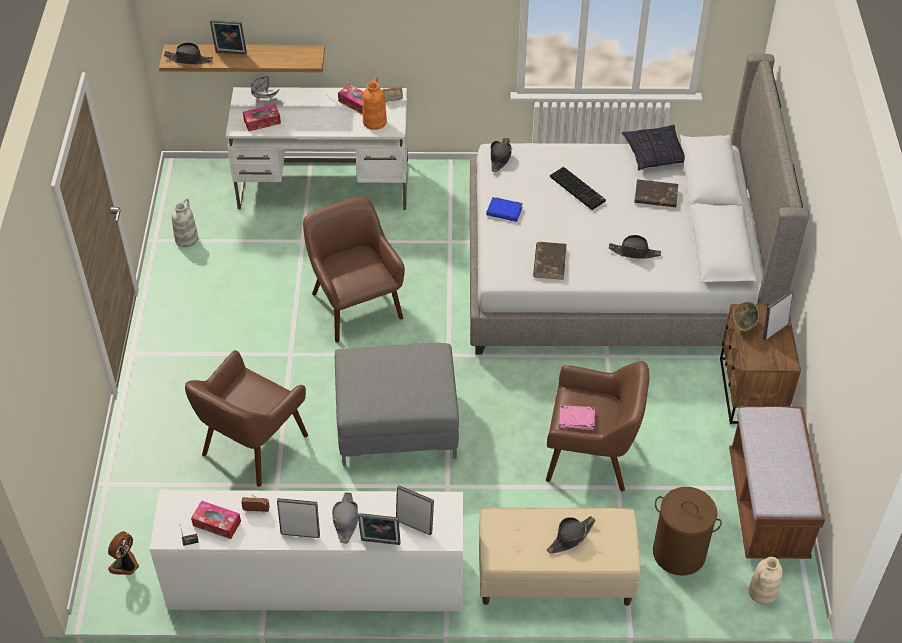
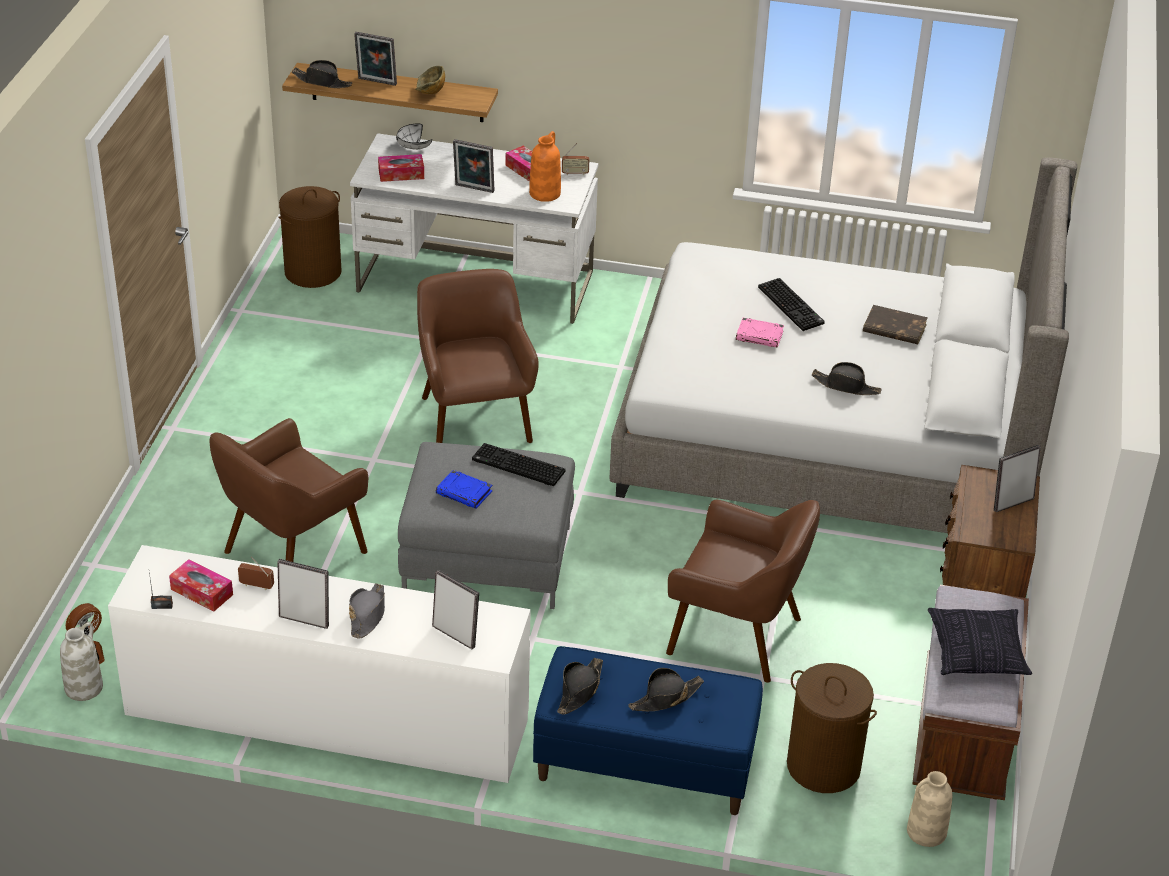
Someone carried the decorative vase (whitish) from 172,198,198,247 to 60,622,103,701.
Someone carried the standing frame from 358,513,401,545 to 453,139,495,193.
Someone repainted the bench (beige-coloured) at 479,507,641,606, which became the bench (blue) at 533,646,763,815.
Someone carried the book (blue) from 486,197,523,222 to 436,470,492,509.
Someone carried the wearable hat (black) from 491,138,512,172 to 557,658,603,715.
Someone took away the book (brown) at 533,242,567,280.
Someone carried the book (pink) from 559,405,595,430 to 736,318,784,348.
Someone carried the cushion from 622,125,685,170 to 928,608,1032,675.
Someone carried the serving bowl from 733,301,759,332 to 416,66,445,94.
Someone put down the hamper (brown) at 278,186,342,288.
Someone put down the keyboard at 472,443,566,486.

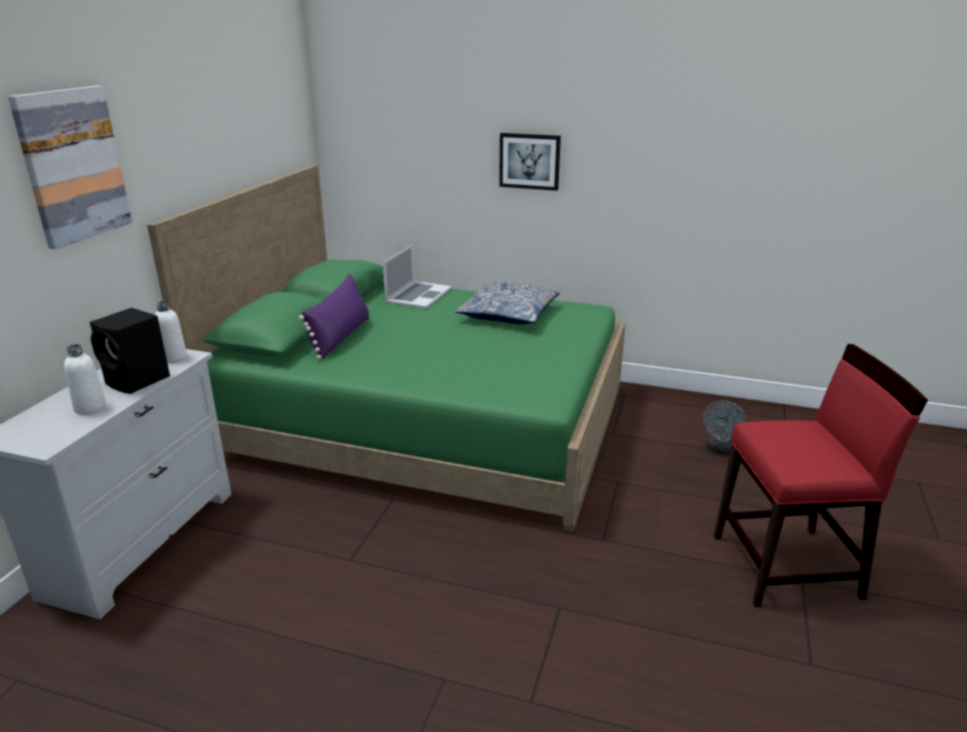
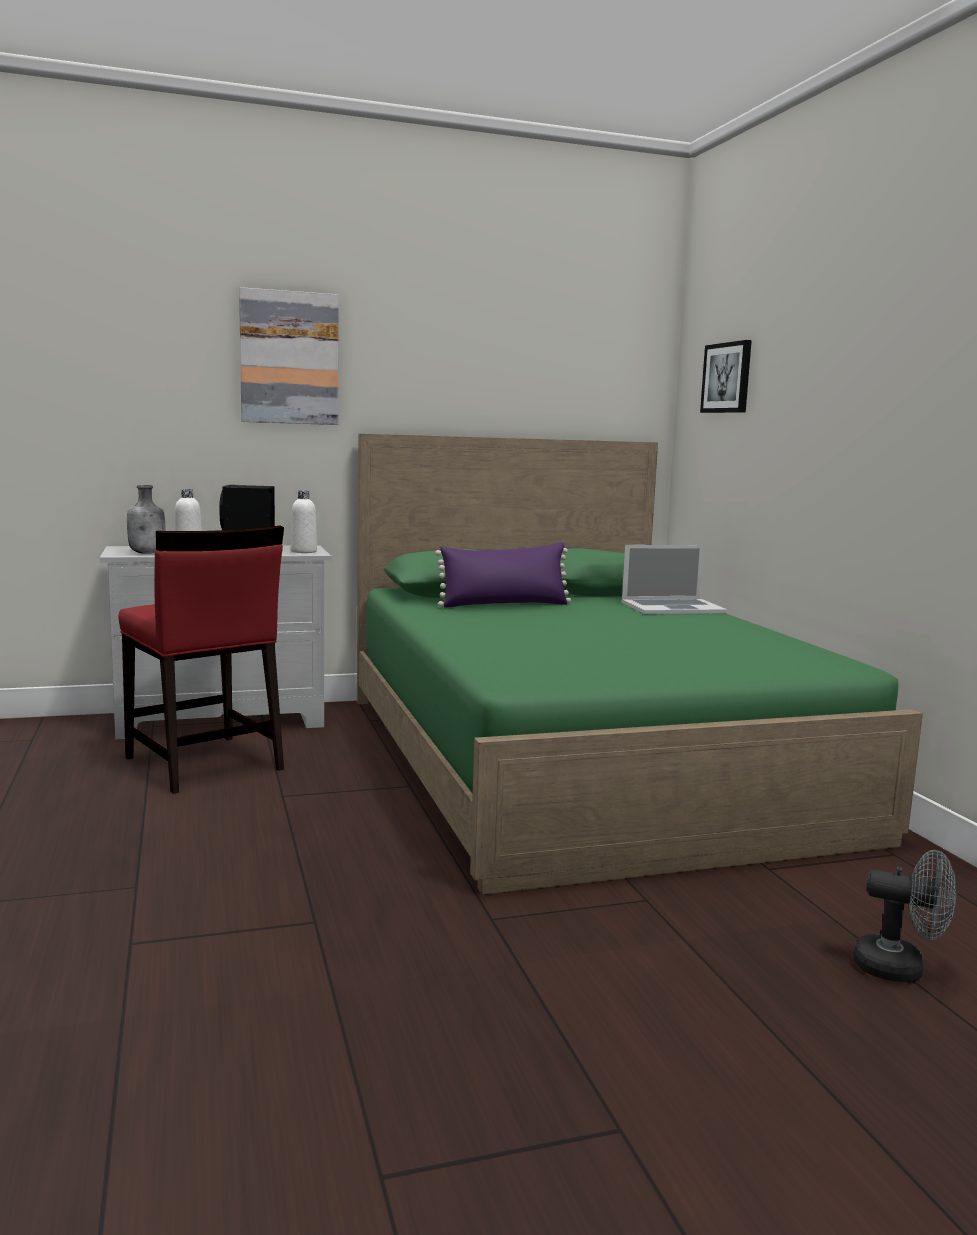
Someone took away the cushion at 455,281,560,324.
Someone carried the wall art from 499,133,561,191 to 700,340,752,413.
Someone rotated the fan (gray) at 703,400,746,455 by 150 degrees counterclockwise.
Someone carried the chair (reddish) from 714,344,928,607 to 119,526,284,794.
Someone put down the beverage bottle (gray) at 127,485,165,554.

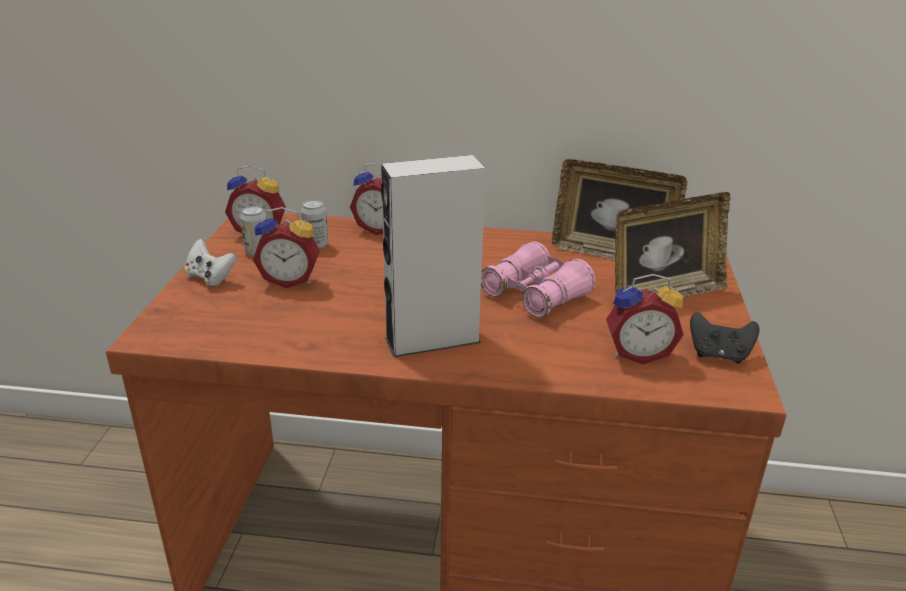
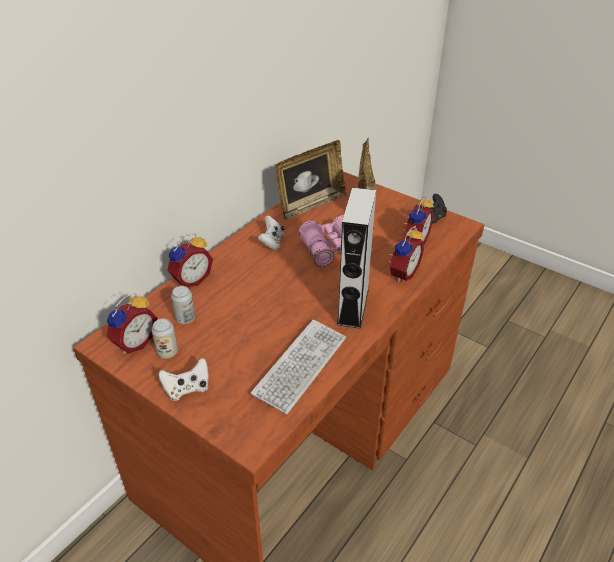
Someone carried the bedside clock from 253,207,320,288 to 389,225,424,282.
Someone put down the keyboard at 251,320,346,415.
Someone put down the gamepad (whitish) at 258,216,285,250.

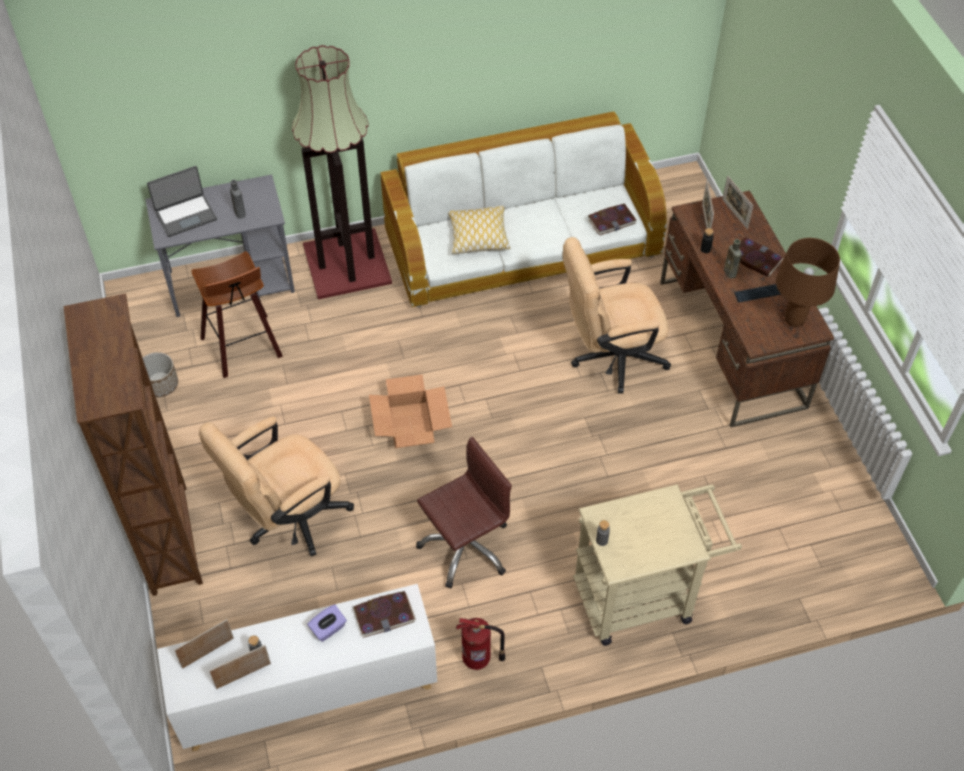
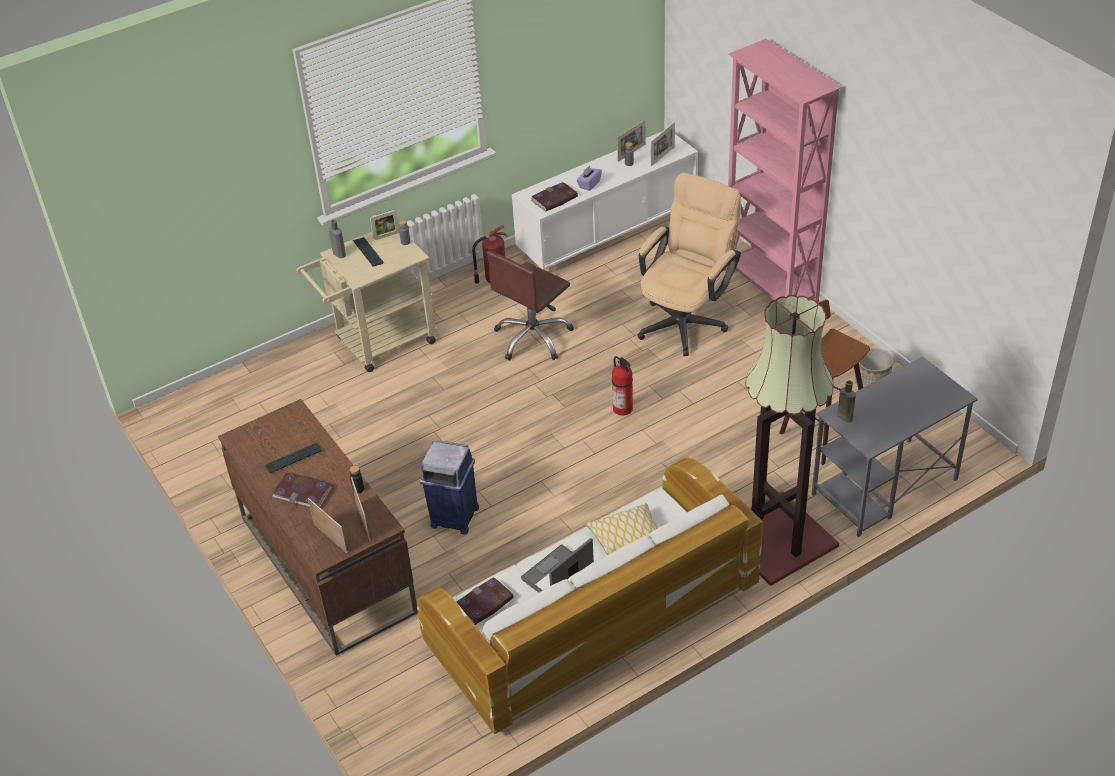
Someone repainted the bookshelf (brown) at 63,293,203,596, which became the bookshelf (pink) at 728,39,842,302.
Someone carried the notebook computer from 147,166,217,237 to 521,538,594,593.
Someone carried the beverage bottle (gray) from 230,180,246,219 to 329,219,346,258.
Someone swapped the packing box at 369,375,452,448 for the fire-fighting cylinder at 612,356,633,416.
Someone swapped the office chair (beige-coloured) at 563,237,671,394 for the rubbish bin (blue) at 420,440,479,534.
Someone carried the beverage bottle (brown) from 724,239,742,279 to 837,380,856,422.
Someone took away the lamp for a table (brown) at 776,238,840,327.
Someone put down the keyboard at 353,237,384,267.
Someone put down the standing frame at 370,210,399,240.

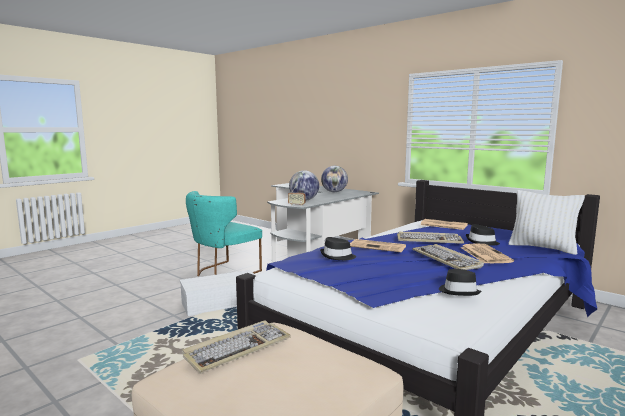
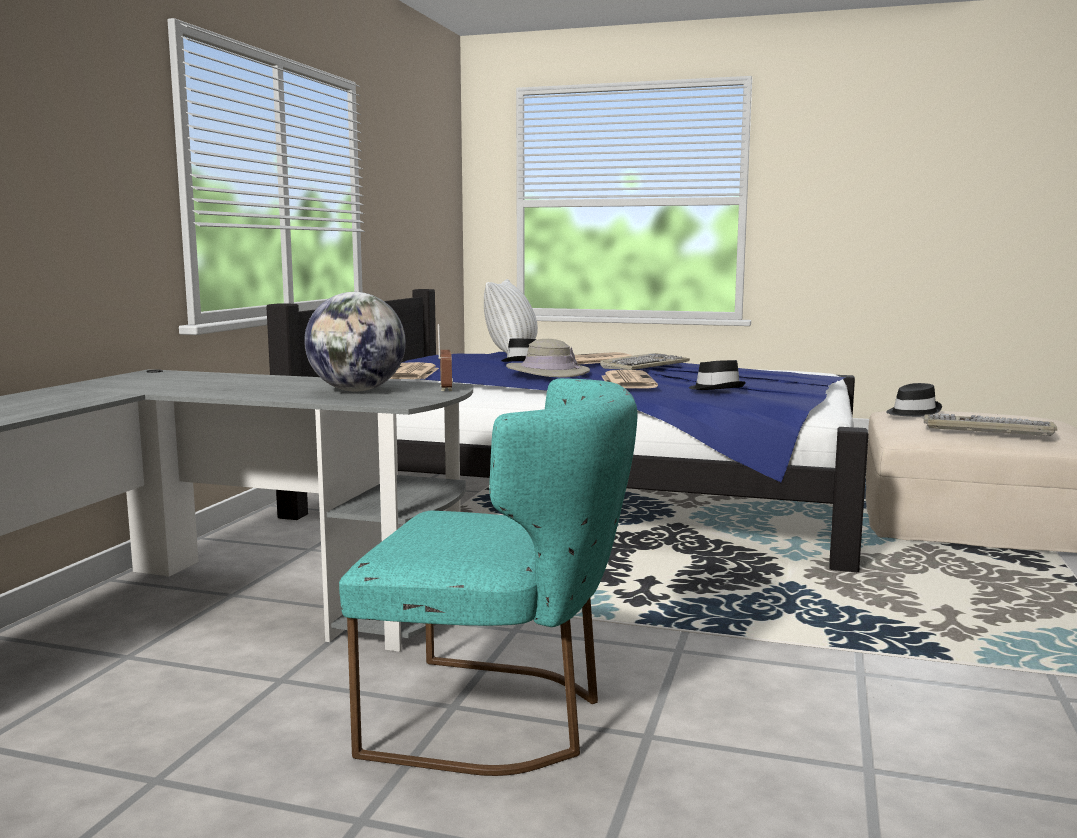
Someone took away the storage box (whitish) at 180,270,255,316.
Someone took away the desk globe at 321,166,348,192.
Someone swapped the keyboard at 397,232,464,244 for the wearable hat (beige-coloured) at 506,339,590,377.
Someone carried the wearable hat (black) from 439,269,482,296 to 886,383,942,417.

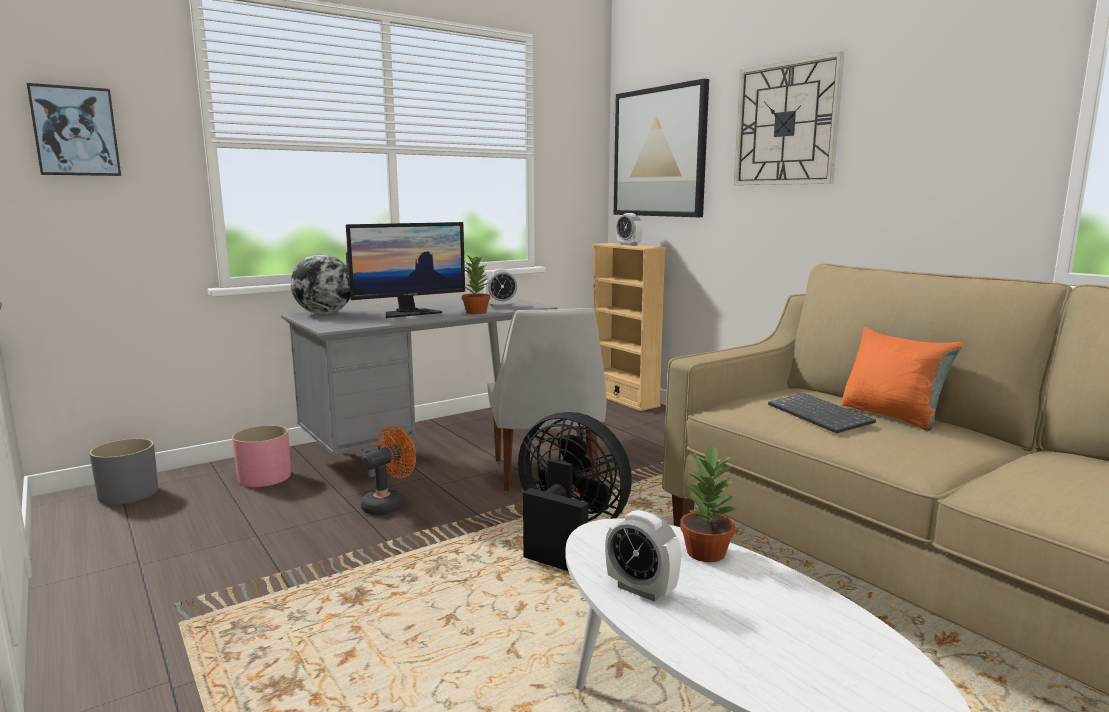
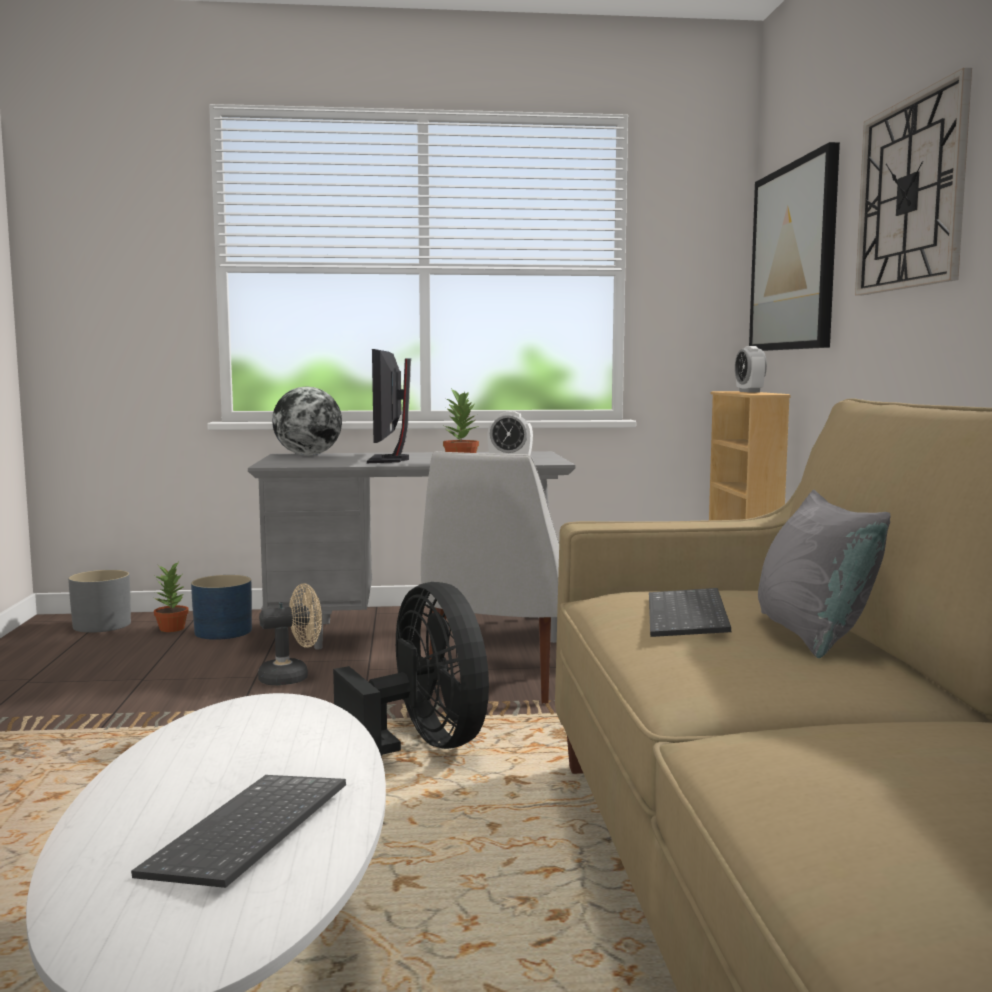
Someone took away the wall art at 27,83,121,176.
Someone repainted the planter (pink) at 232,425,291,487, which became the planter (blue) at 191,575,252,640.
Someone rotated the computer screen at 346,222,465,318 by 90 degrees clockwise.
Someone repainted the fan (orange) at 361,426,416,515, which became the fan (beige-coloured) at 258,583,322,685.
Someone took away the bedside clock at 605,510,681,602.
Someone carried the plant in a pot from 680,443,738,562 to 154,562,189,632.
Someone repainted the cushion (orange) at 840,327,963,431, which became the cushion (gray) at 758,490,891,658.
Someone put down the keyboard at 131,775,346,888.

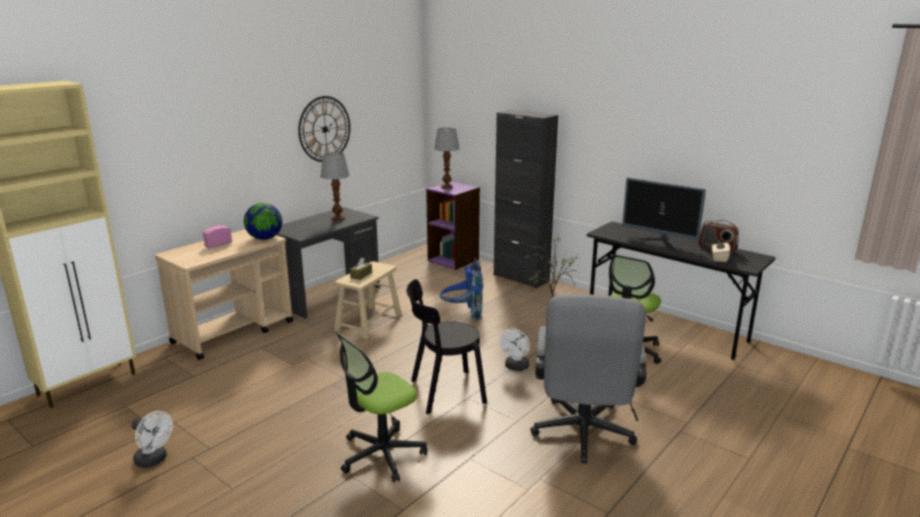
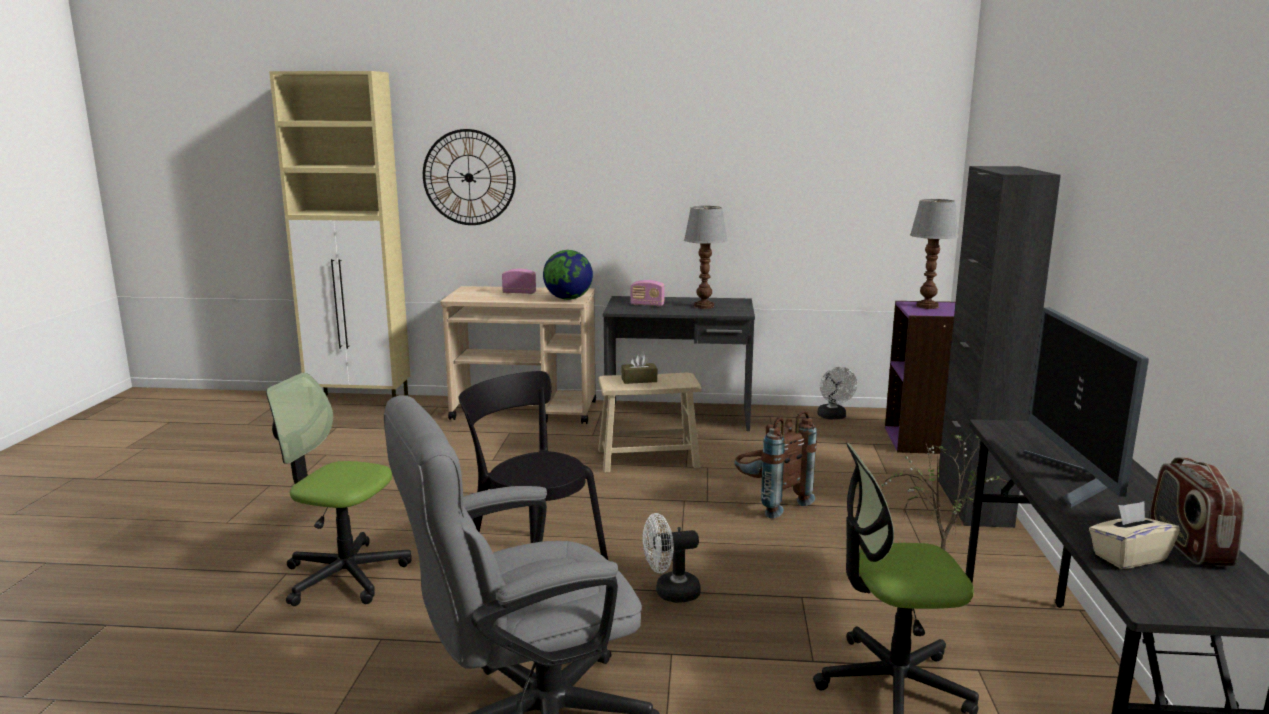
Someone carried the fan (whitish) from 132,411,173,468 to 817,367,857,419.
Someone carried the clock on the wall from 298,96,350,162 to 423,129,516,225.
Someone repainted the rucksack (blue) at 440,258,483,321, which became the rucksack (brown) at 734,410,817,518.
Someone put down the radio set at 630,280,665,306.

